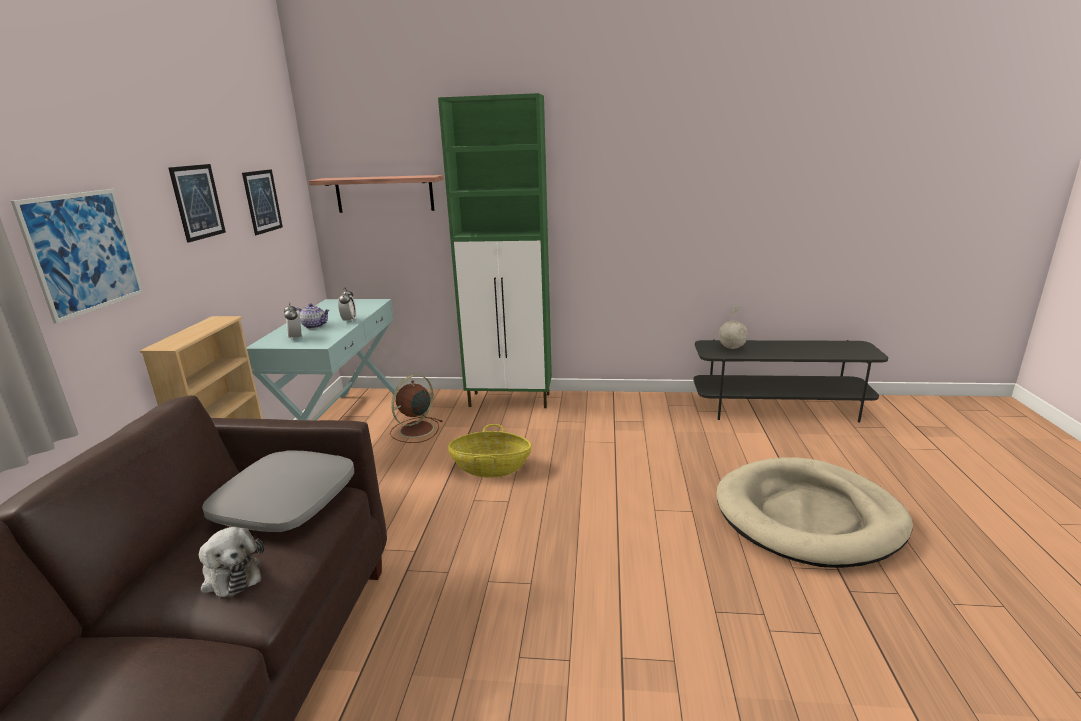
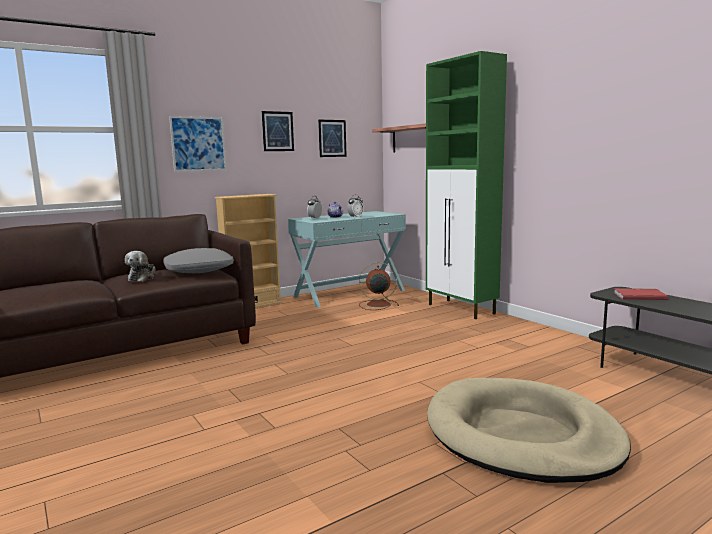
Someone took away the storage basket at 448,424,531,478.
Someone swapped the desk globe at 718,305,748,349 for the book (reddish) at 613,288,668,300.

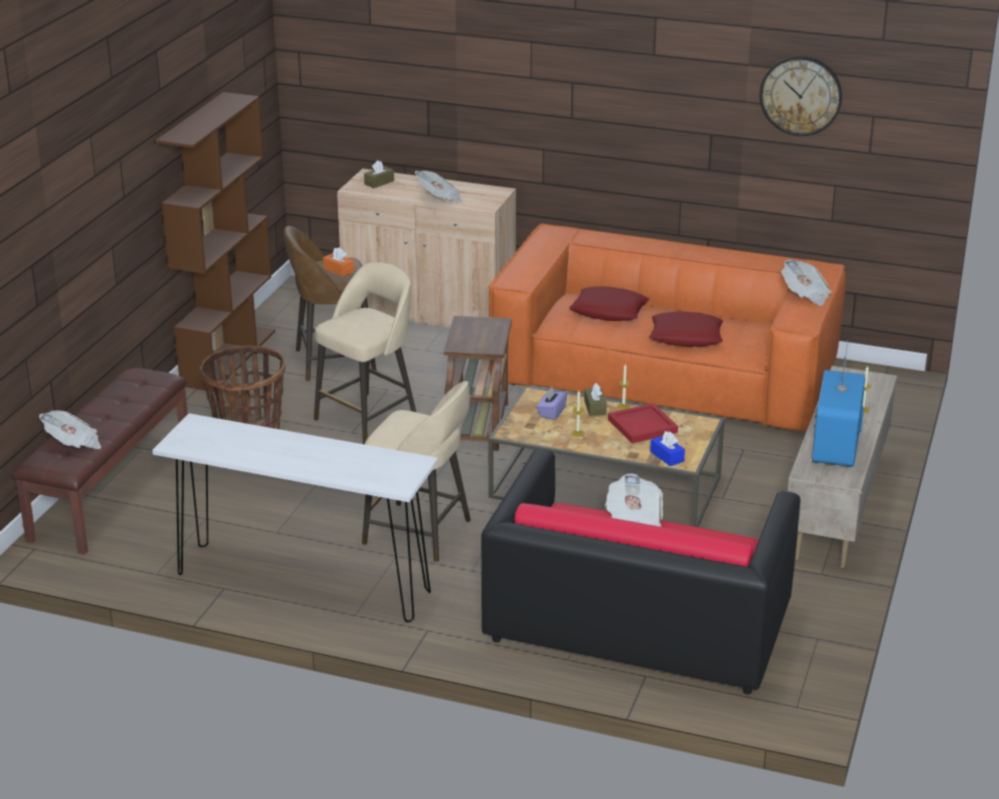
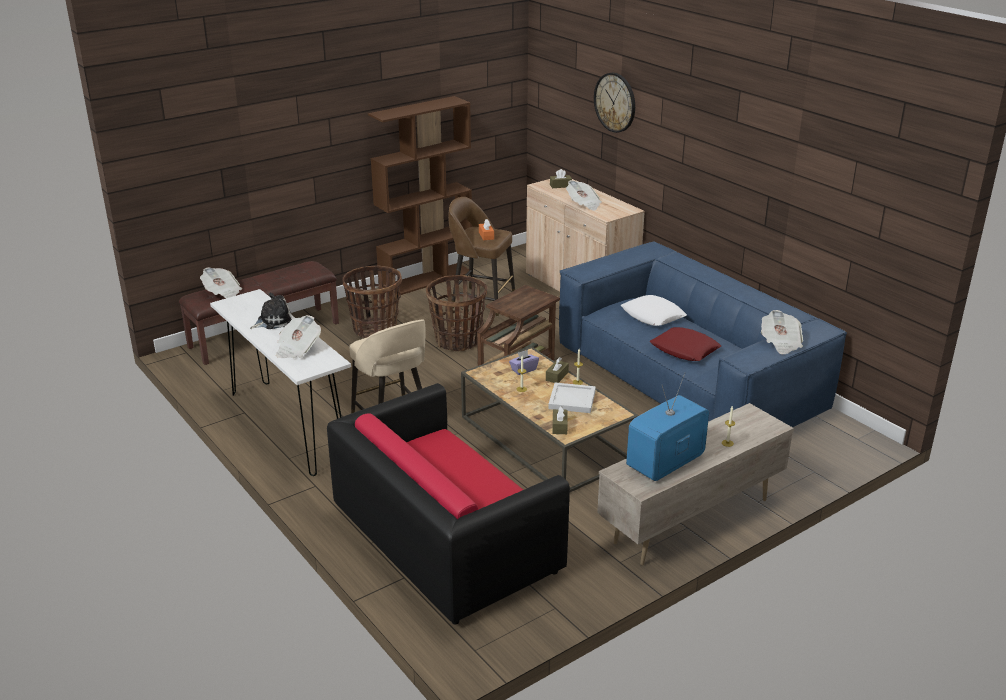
Someone swapped the stool (beige-coloured) at 314,262,416,444 for the storage basket at 426,275,487,351.
Someone repainted the sofa (orange) at 488,223,846,431, which became the sofa (blue) at 559,242,847,427.
Someone repainted the cushion (reddish) at 569,286,649,321, which became the cushion (whitish) at 621,295,687,326.
Someone carried the daily paper from 605,474,663,527 to 276,315,321,358.
Someone repainted the carrying tray (reddish) at 608,403,678,443, which became the carrying tray (whitish) at 548,382,596,413.
Someone repainted the box of tissues (blue) at 650,431,685,466, which became the box of tissues (brown) at 552,406,568,434.
Someone carried the clock on the wall from 759,56,842,136 to 594,73,635,133.
Someone put down the cuddly toy at 250,292,292,329.

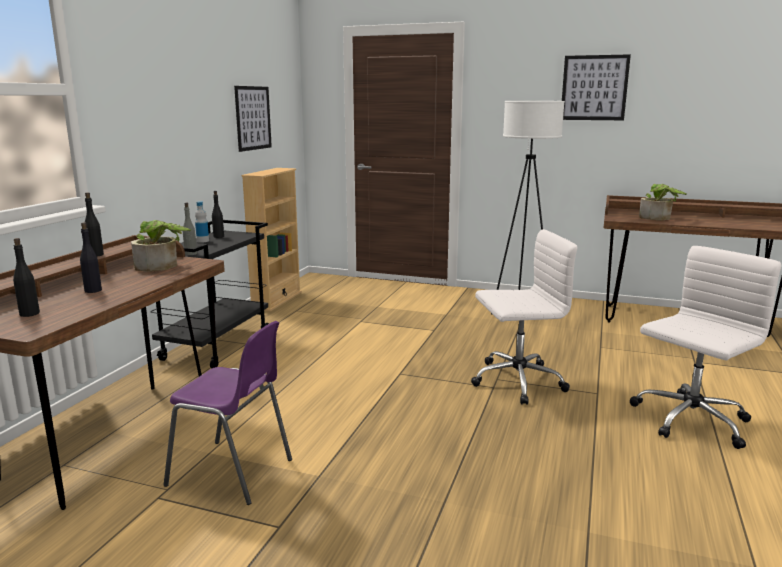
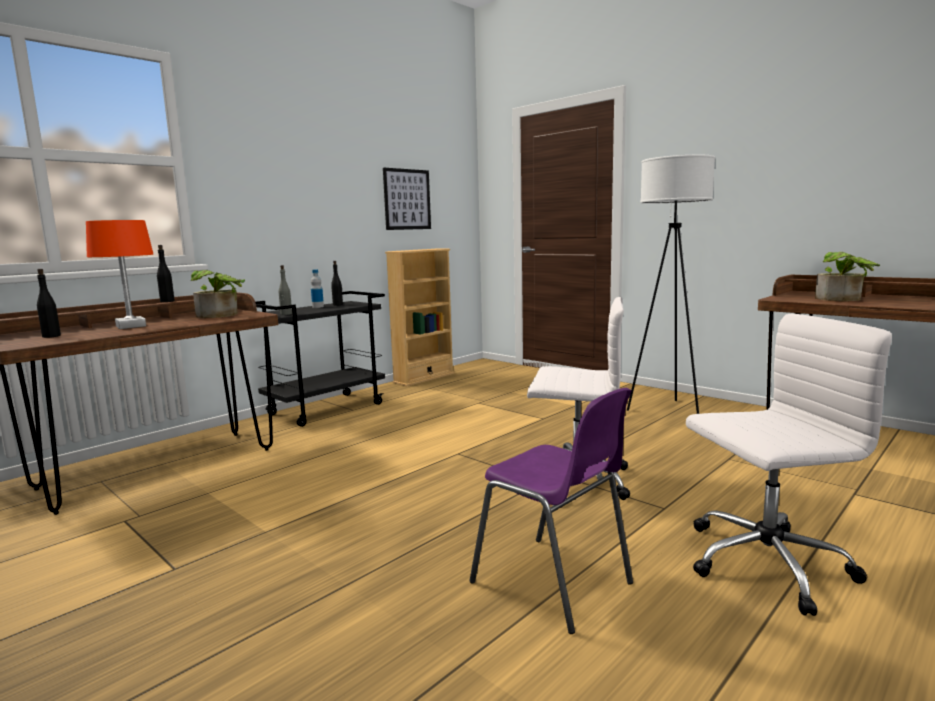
Someone swapped the beverage bottle (black) at 80,222,102,293 for the lamp for a table (orange) at 86,220,153,329.
Someone carried the chair (purple-coloured) from 164,321,292,505 to 469,388,633,634.
Someone took away the wall art at 562,54,631,120.

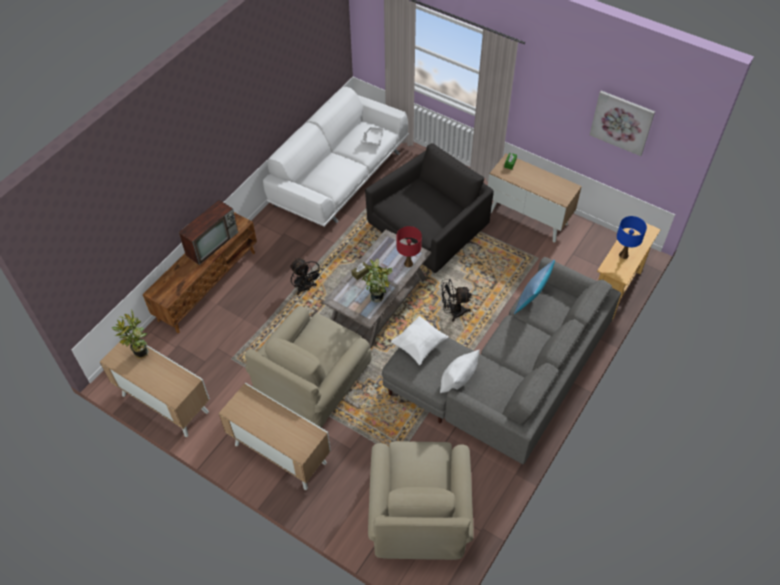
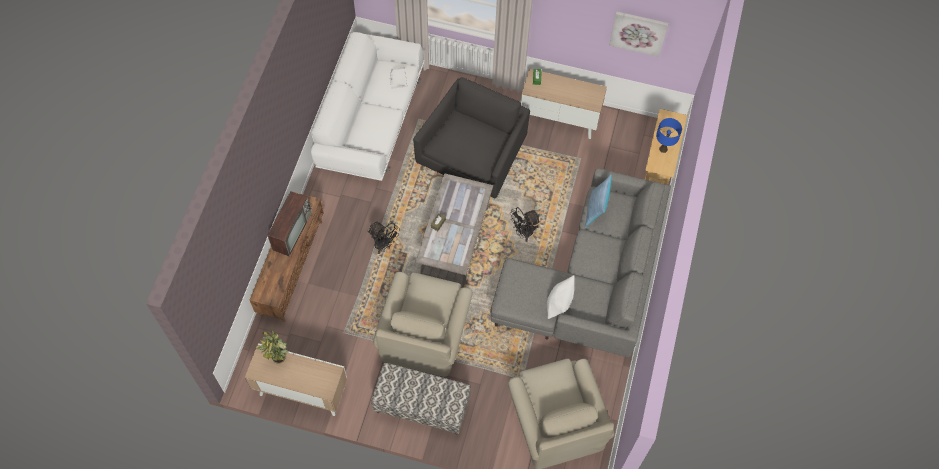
Someone swapped the cupboard at 219,382,331,490 for the bench at 371,363,471,434.
Someone took away the plant in a pot at 362,258,392,303.
Someone took away the cushion (whitish) at 391,316,448,365.
Someone took away the lamp for a table (reddish) at 396,226,422,267.

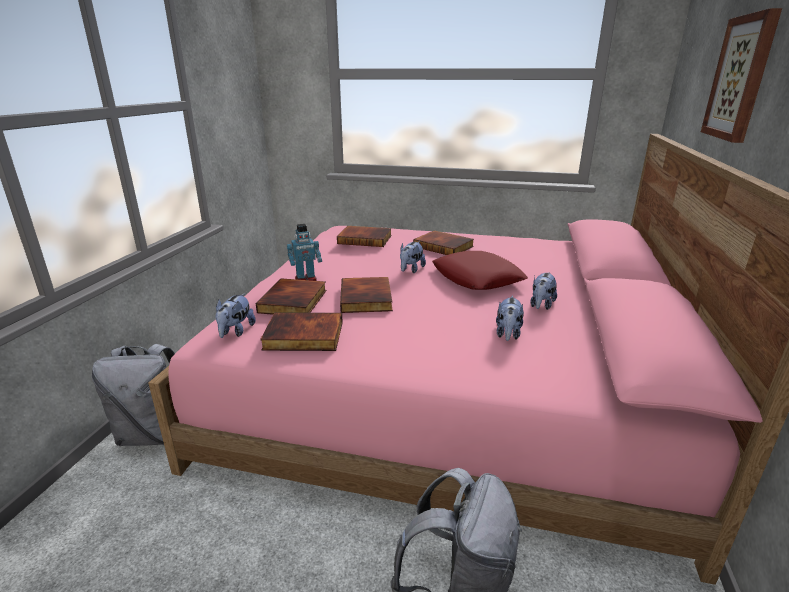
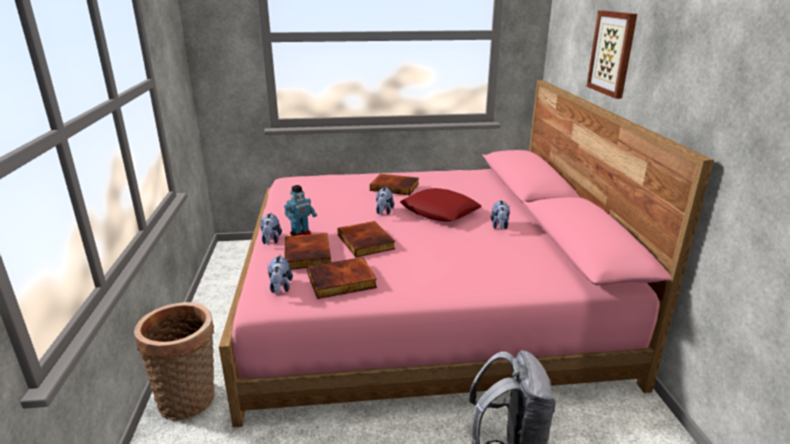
Someone swapped the rucksack (gray) at 92,344,175,446 for the storage basket at 134,302,215,421.
Someone took away the book at 337,226,392,247.
Someone carried the cuddly toy from 496,296,524,341 to 260,213,282,245.

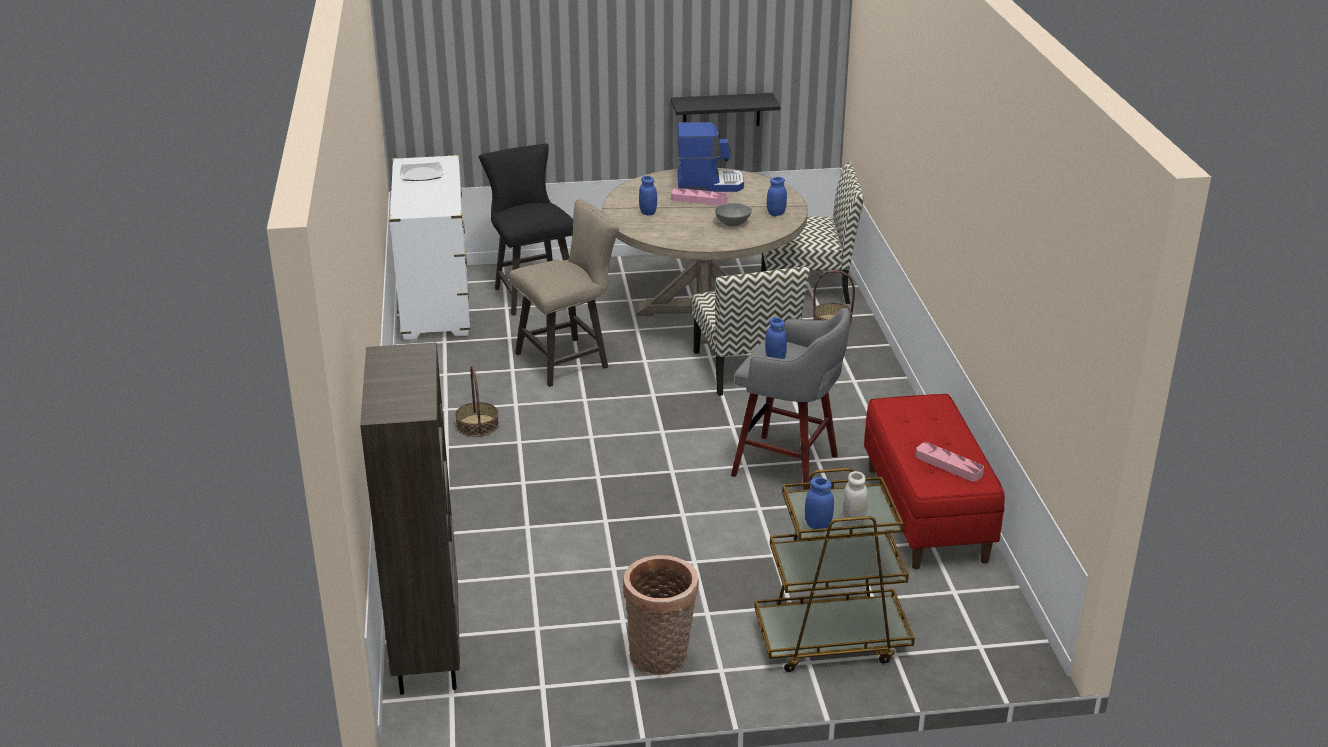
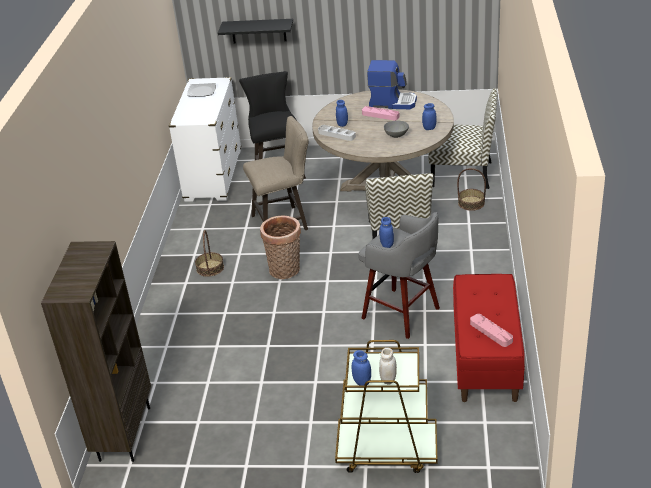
Someone carried the storage basket from 623,555,699,675 to 260,215,301,279.
Someone carried the bracket shelf (black) from 671,93,780,126 to 218,19,293,43.
Someone put down the carrying tray (gray) at 318,125,356,141.

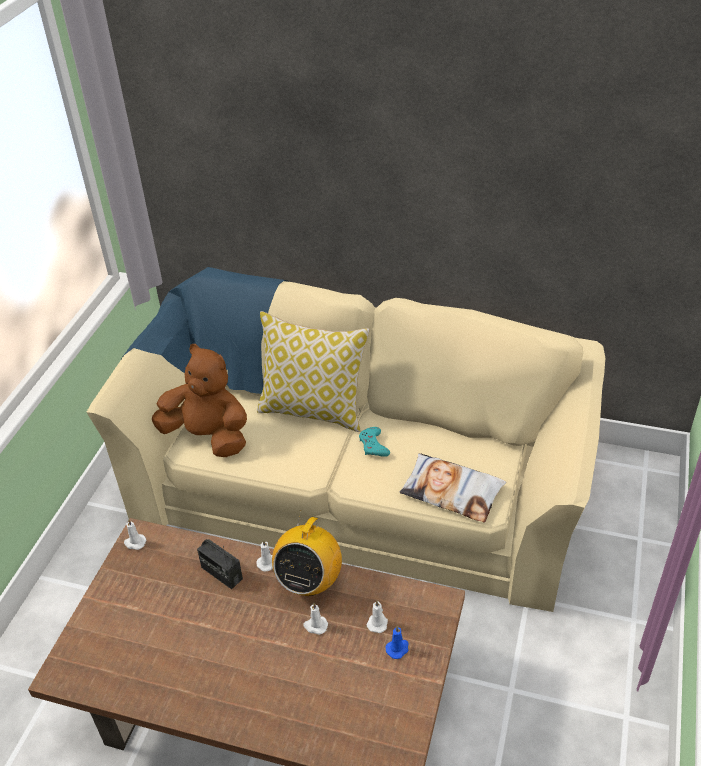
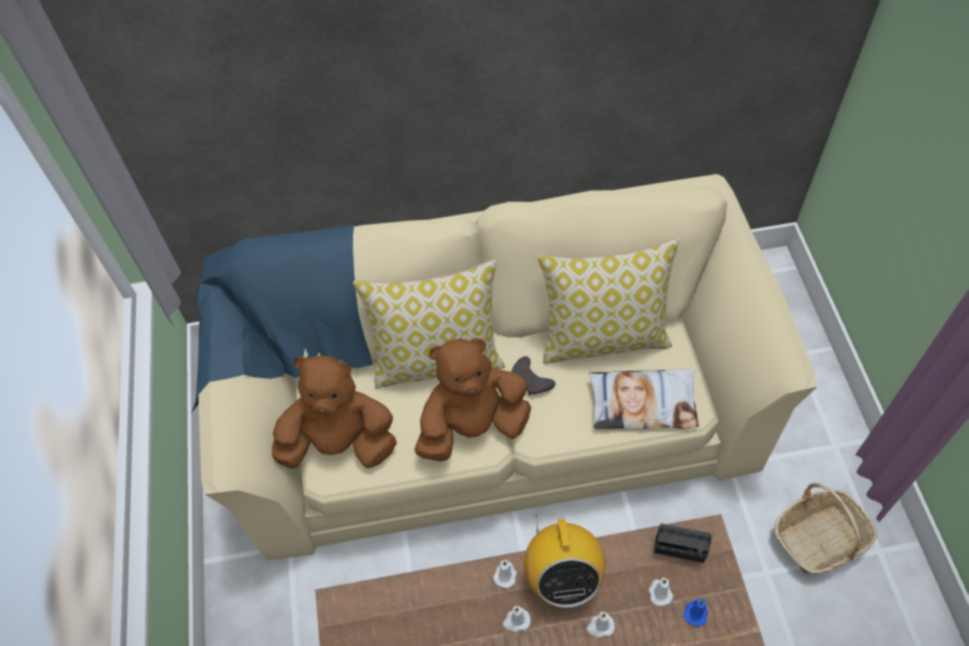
Someone carried the candle (whitish) from 124,519,146,550 to 503,606,531,632.
Someone carried the radio set from 197,539,243,589 to 654,523,714,563.
Someone repainted the gamepad (turquoise) at 359,427,390,457, which became the gamepad (gray) at 511,356,556,395.
Someone put down the cuddly toy (brown) at 414,337,531,461.
Someone put down the cushion at 537,238,679,364.
Someone put down the storage basket at 774,482,878,574.

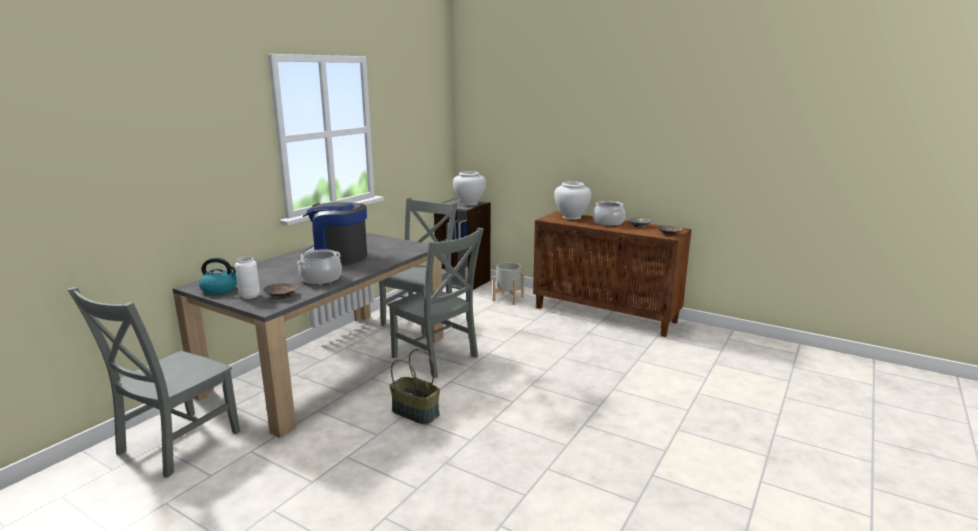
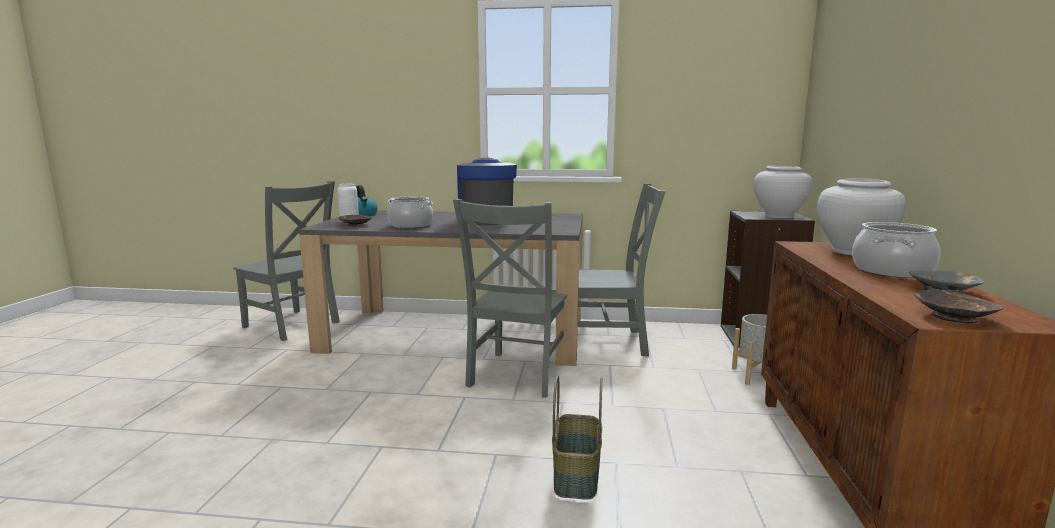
Someone rotated the chair (gray) at 67,287,240,478 by 150 degrees counterclockwise.
Someone carried the storage basket from 390,349,440,425 to 552,375,602,500.

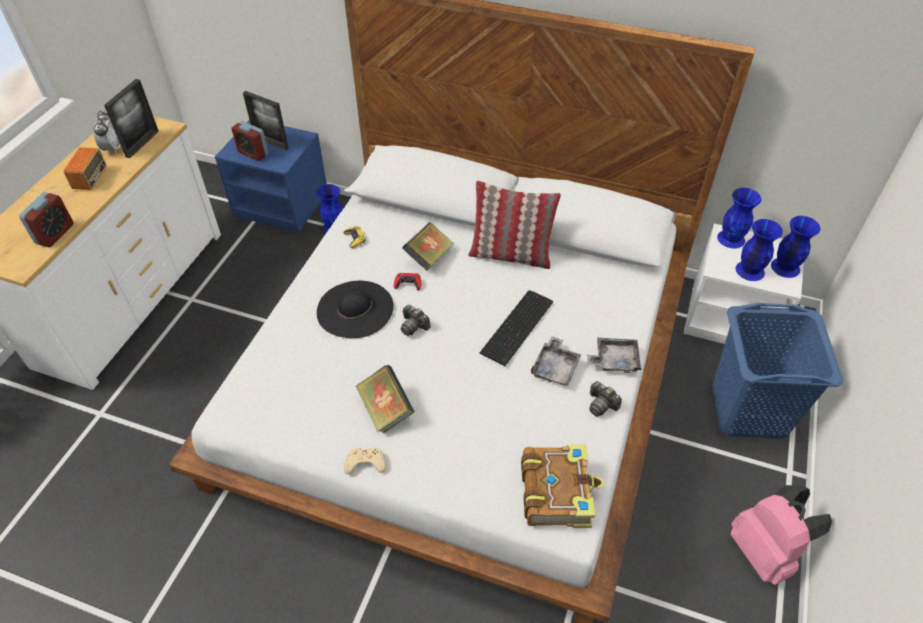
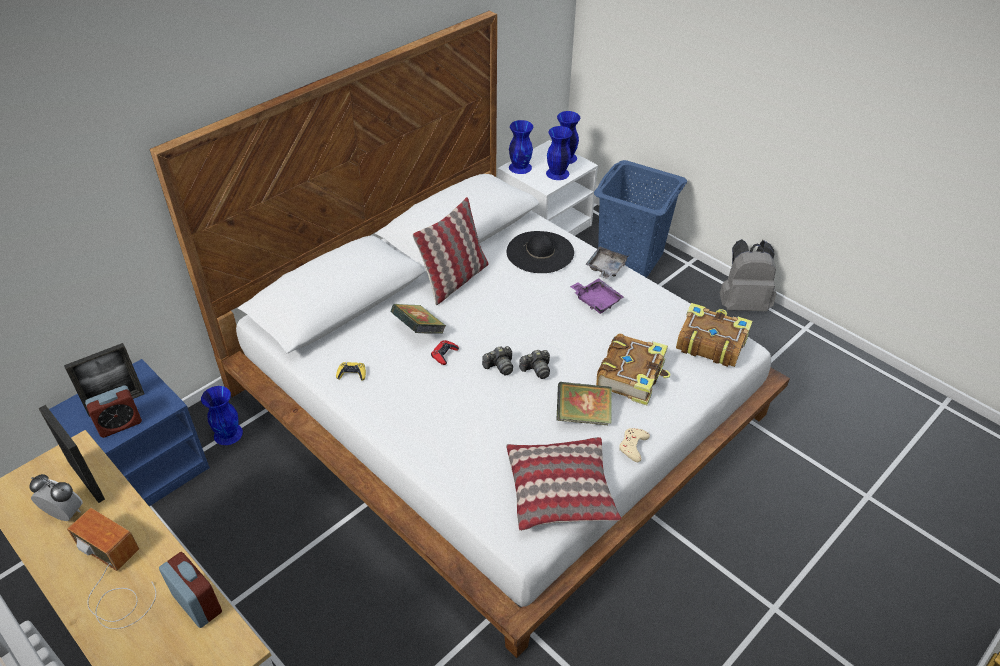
Someone carried the wearable hat (black) from 317,281,394,338 to 507,231,574,273.
Someone took away the keyboard at 479,290,553,366.
Someone repainted the carrying tray (gray) at 531,336,581,386, which became the carrying tray (purple-coloured) at 570,278,624,314.
Someone carried the photo camera from 589,381,622,416 to 519,350,550,379.
Someone repainted the rucksack (pink) at 731,485,832,585, which became the rucksack (gray) at 720,239,776,312.
Someone put down the cushion at 506,437,621,531.
Someone put down the book at 596,334,670,405.

